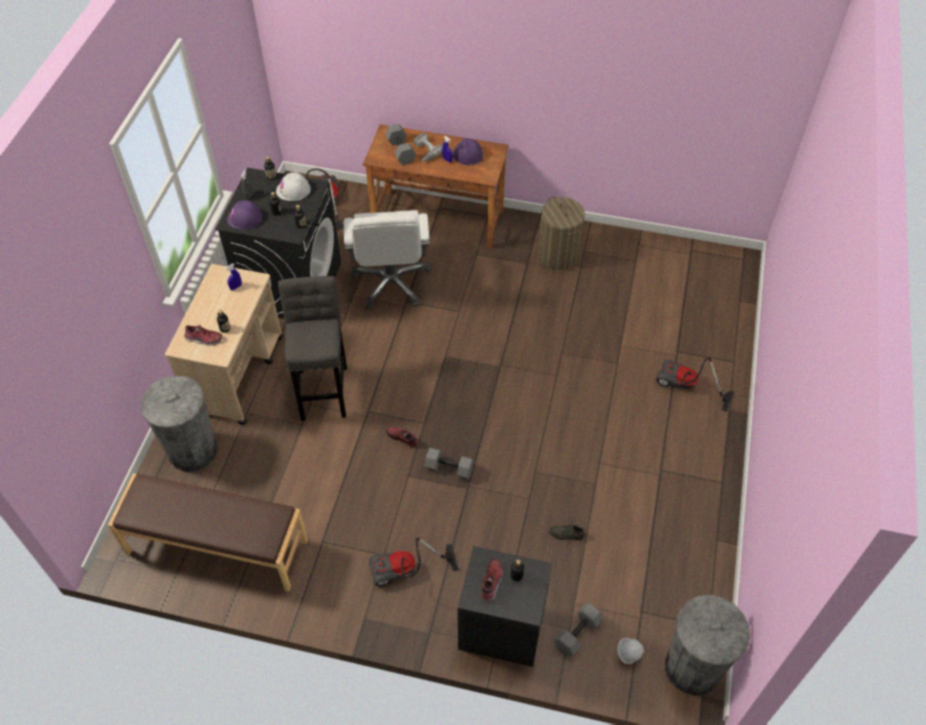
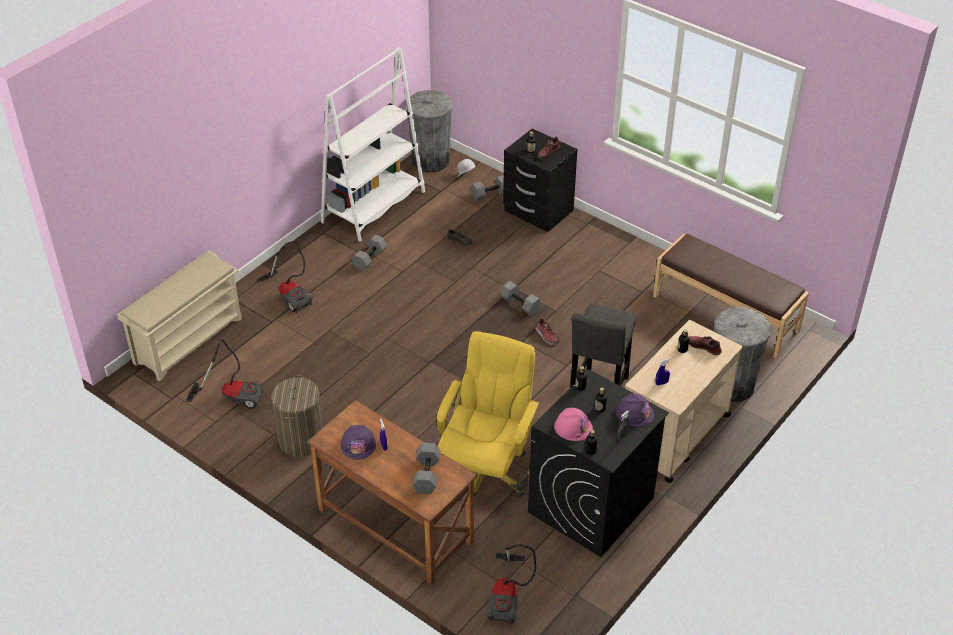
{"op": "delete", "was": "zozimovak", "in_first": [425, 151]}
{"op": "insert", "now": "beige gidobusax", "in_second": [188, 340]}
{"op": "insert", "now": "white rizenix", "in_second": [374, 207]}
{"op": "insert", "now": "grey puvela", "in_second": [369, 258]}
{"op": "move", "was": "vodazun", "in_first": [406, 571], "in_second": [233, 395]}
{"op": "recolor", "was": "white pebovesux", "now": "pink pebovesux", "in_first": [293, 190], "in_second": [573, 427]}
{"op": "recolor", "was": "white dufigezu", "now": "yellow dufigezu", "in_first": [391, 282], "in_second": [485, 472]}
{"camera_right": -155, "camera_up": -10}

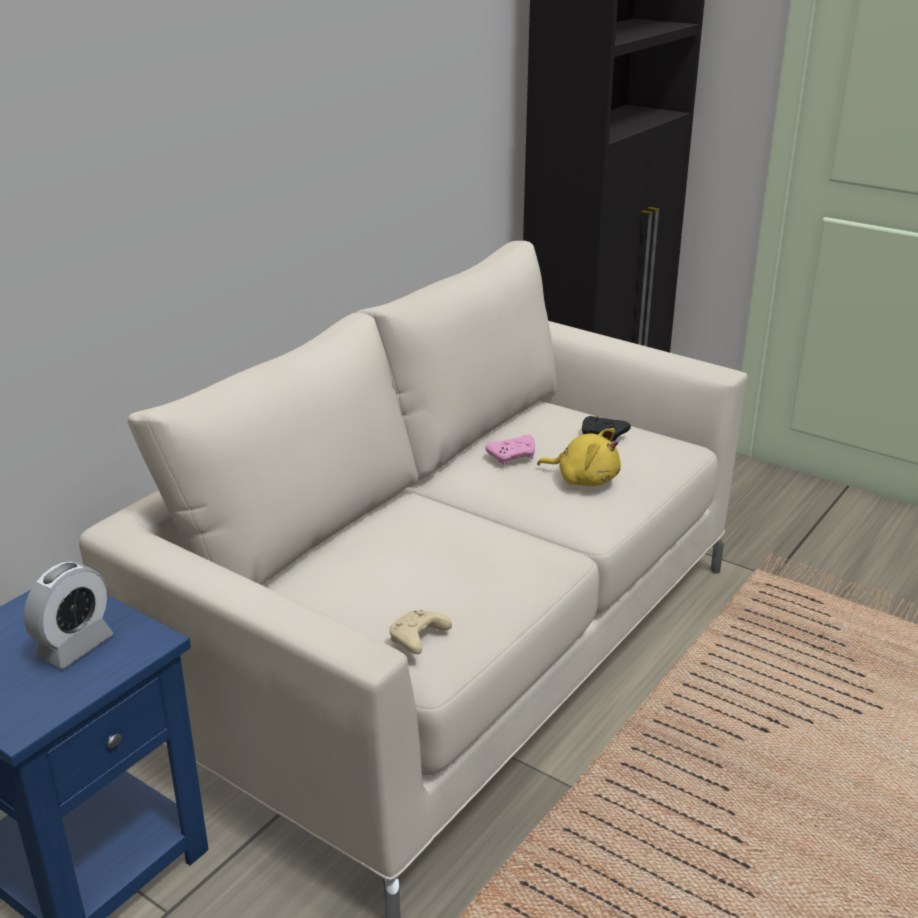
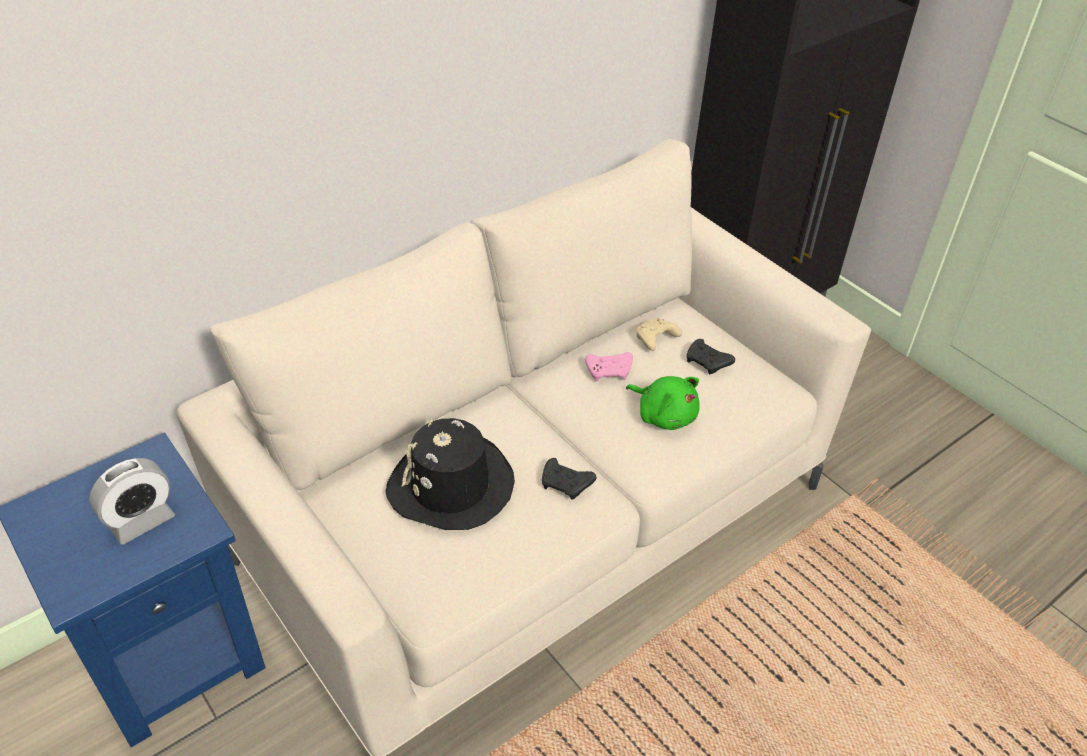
{"op": "insert", "now": "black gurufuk", "in_second": [450, 486]}
{"op": "insert", "now": "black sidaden", "in_second": [566, 484]}
{"op": "move", "was": "beige sidaden", "in_first": [418, 640], "in_second": [655, 340]}
{"op": "recolor", "was": "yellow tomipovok", "now": "green tomipovok", "in_first": [584, 479], "in_second": [664, 415]}
{"camera_right": 15, "camera_up": 15}

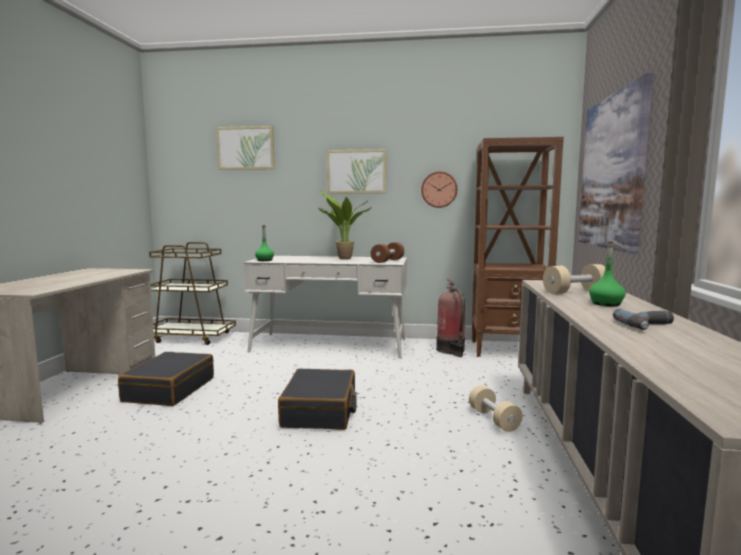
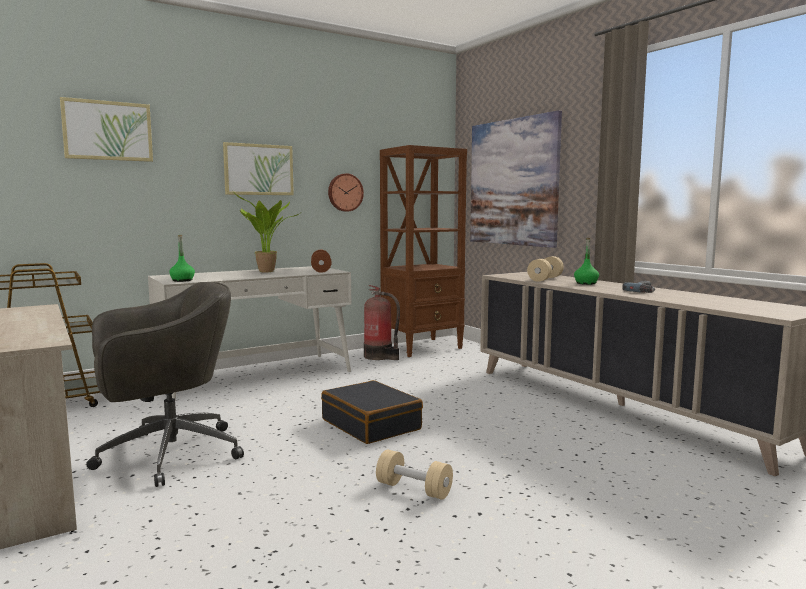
{"op": "move", "was": "beige puvela", "in_first": [494, 419], "in_second": [414, 489]}
{"op": "replace", "was": "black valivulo", "now": "grey dufigezu", "in_first": [169, 389], "in_second": [166, 455]}
{"camera_right": -40, "camera_up": 0}

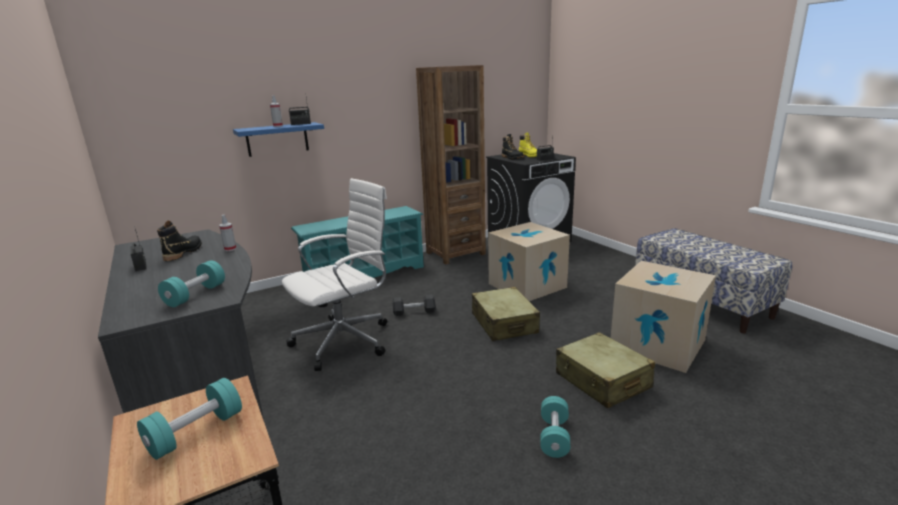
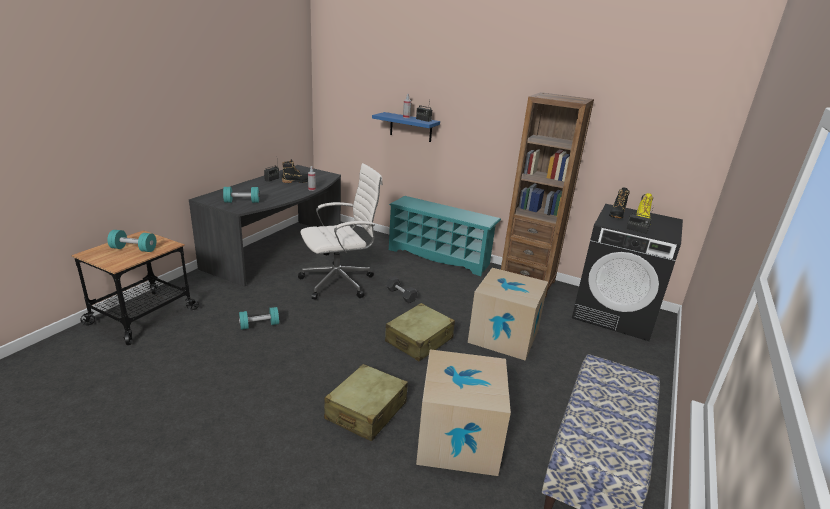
{"op": "move", "was": "turquoise puvela", "in_first": [554, 436], "in_second": [259, 325]}
{"op": "rotate", "was": "white dufigezu", "in_first": [346, 340], "in_second": [339, 282], "clockwise": -45}
{"camera_right": 55, "camera_up": 5}

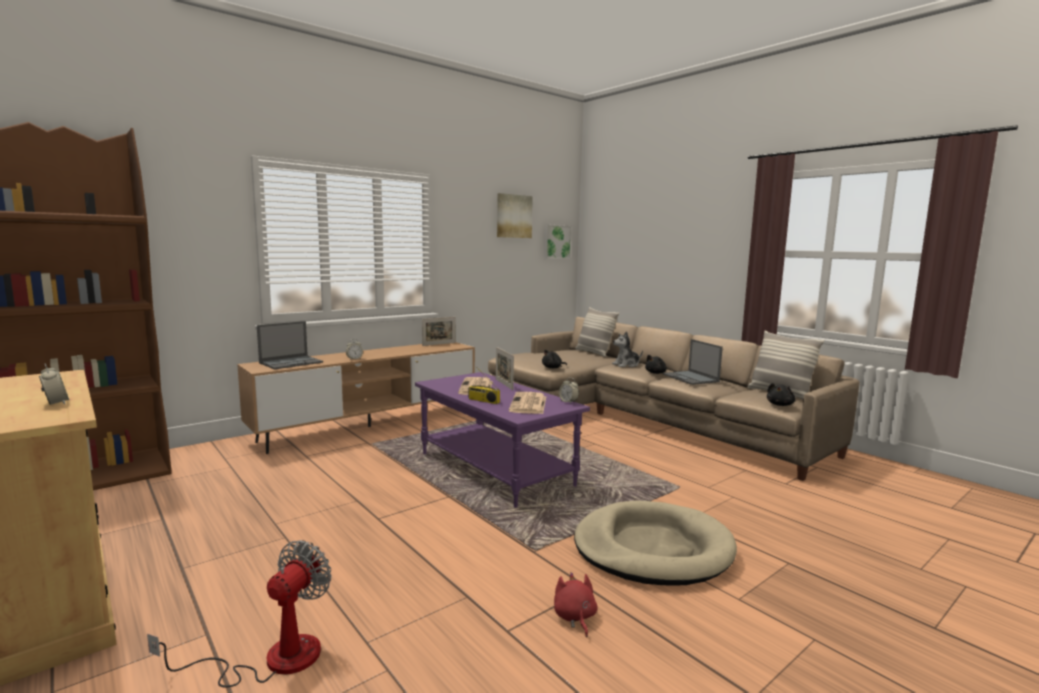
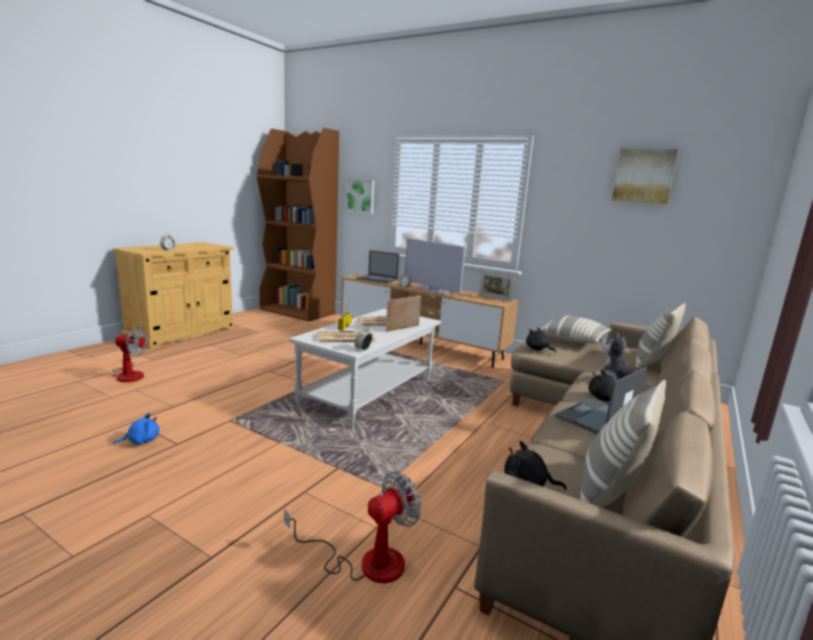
{"op": "delete", "was": "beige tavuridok", "in_first": [652, 548]}
{"op": "insert", "now": "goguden", "in_second": [366, 562]}
{"op": "insert", "now": "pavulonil", "in_second": [432, 290]}
{"op": "insert", "now": "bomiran", "in_second": [574, 340]}
{"op": "move", "was": "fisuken", "in_first": [556, 242], "in_second": [360, 196]}
{"op": "recolor", "was": "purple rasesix", "now": "white rasesix", "in_first": [496, 469], "in_second": [369, 393]}
{"op": "recolor", "was": "red tomipovok", "now": "blue tomipovok", "in_first": [575, 617], "in_second": [141, 441]}
{"camera_right": 70, "camera_up": 5}

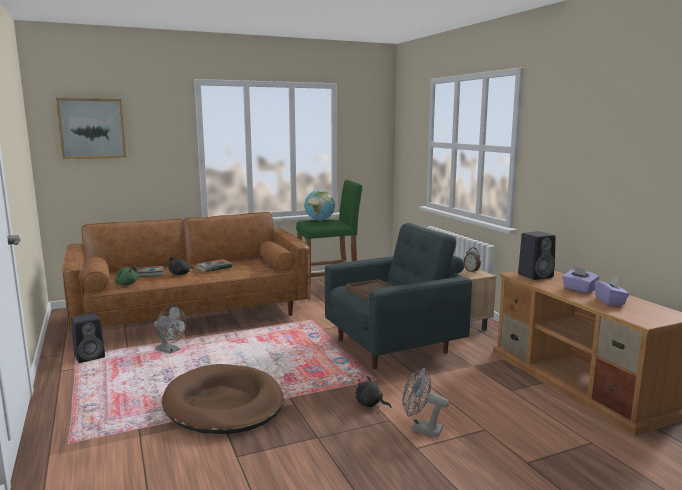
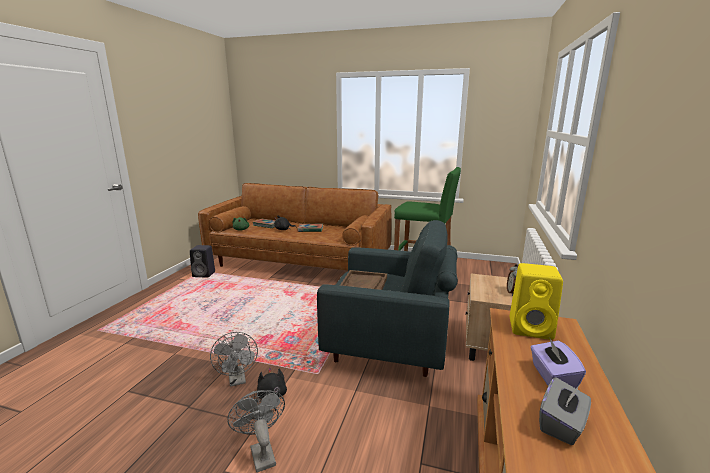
{"op": "delete", "was": "fisuken", "in_first": [92, 128]}
{"op": "delete", "was": "brown tavuridok", "in_first": [224, 404]}
{"op": "delete", "was": "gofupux", "in_first": [320, 220]}
{"op": "move", "was": "grey goguden", "in_first": [171, 350], "in_second": [237, 380]}
{"op": "recolor", "was": "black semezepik", "now": "yellow semezepik", "in_first": [536, 275], "in_second": [532, 328]}
{"op": "recolor", "was": "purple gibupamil", "now": "grey gibupamil", "in_first": [610, 301], "in_second": [562, 425]}
{"camera_right": 40, "camera_up": 5}

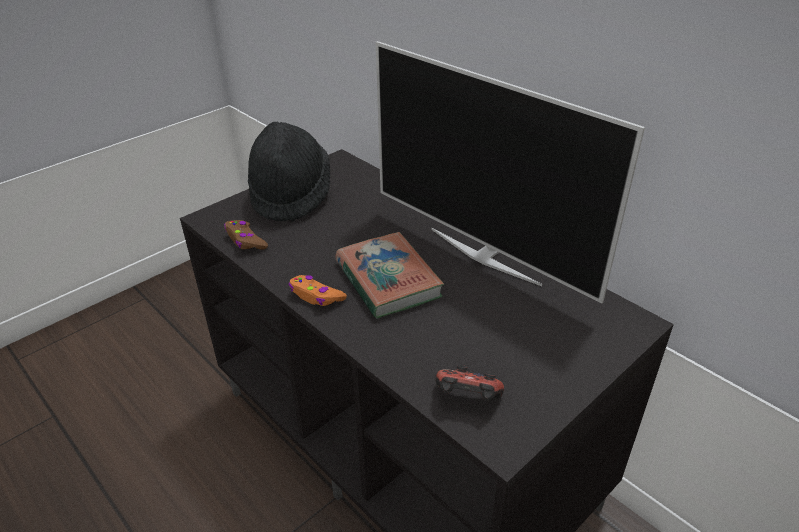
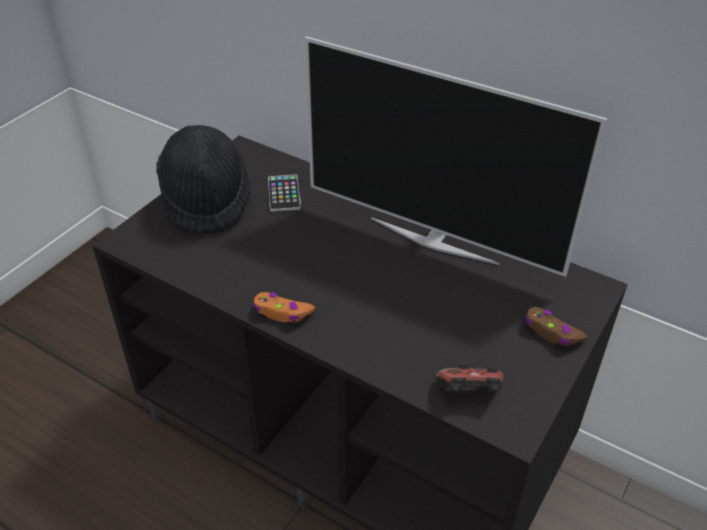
{"op": "delete", "was": "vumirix", "in_first": [387, 280]}
{"op": "insert", "now": "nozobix", "in_second": [284, 194]}
{"op": "move", "was": "brown sidaden", "in_first": [245, 240], "in_second": [552, 332]}
{"camera_right": -15, "camera_up": 5}

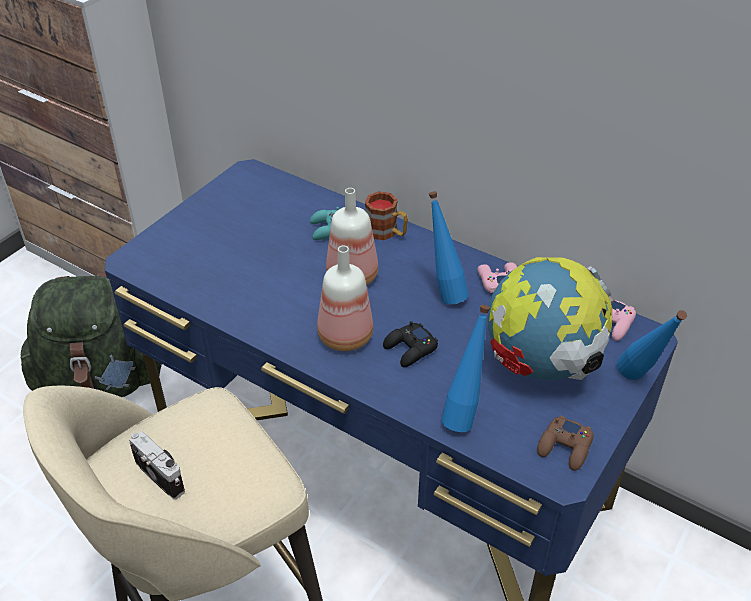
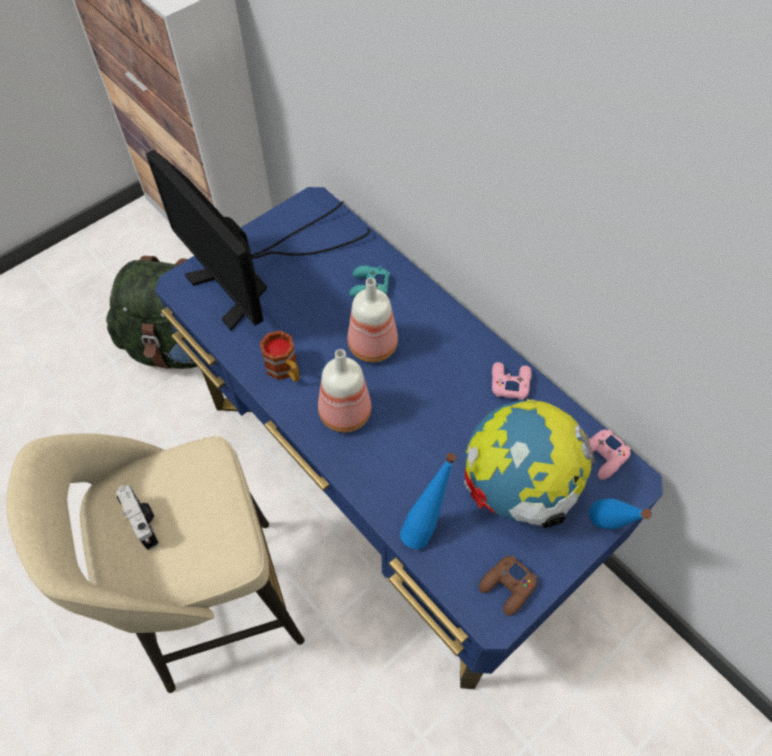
{"op": "delete", "was": "black sidaden", "in_first": [410, 349]}
{"op": "delete", "was": "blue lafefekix", "in_first": [444, 292]}
{"op": "insert", "now": "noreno", "in_second": [253, 277]}
{"op": "move", "was": "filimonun", "in_first": [387, 232], "in_second": [285, 370]}
{"camera_right": 15, "camera_up": 15}

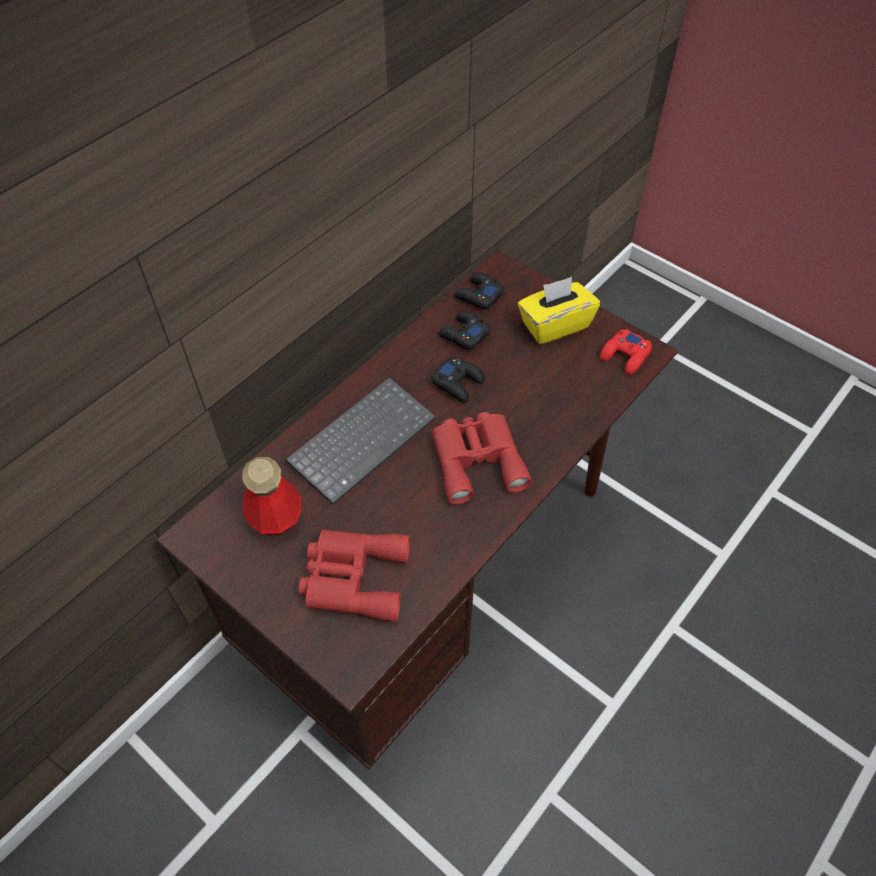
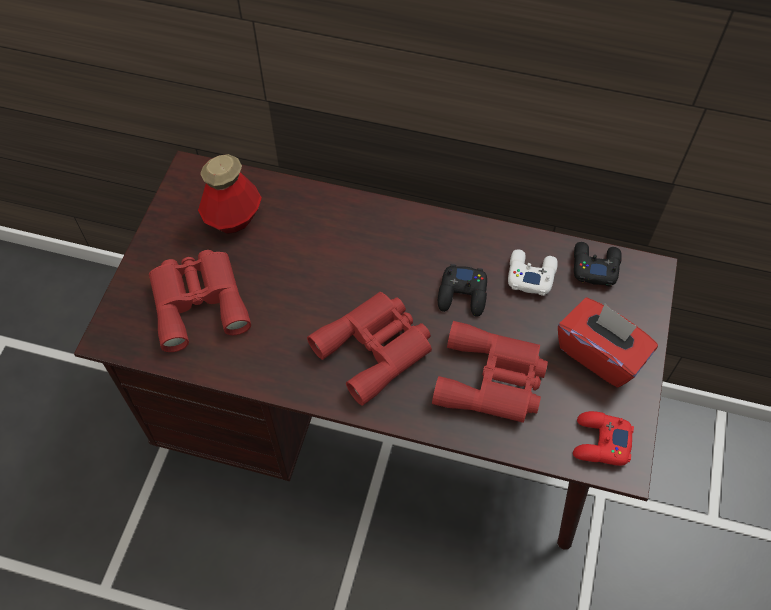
{"op": "delete", "was": "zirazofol", "in_first": [362, 439]}
{"op": "insert", "now": "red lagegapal", "in_second": [493, 380]}
{"op": "recolor", "was": "black sidaden", "now": "white sidaden", "in_first": [464, 335], "in_second": [530, 274]}
{"op": "recolor", "was": "yellow gibupamil", "now": "red gibupamil", "in_first": [554, 325], "in_second": [600, 354]}
{"camera_right": 65, "camera_up": 5}

